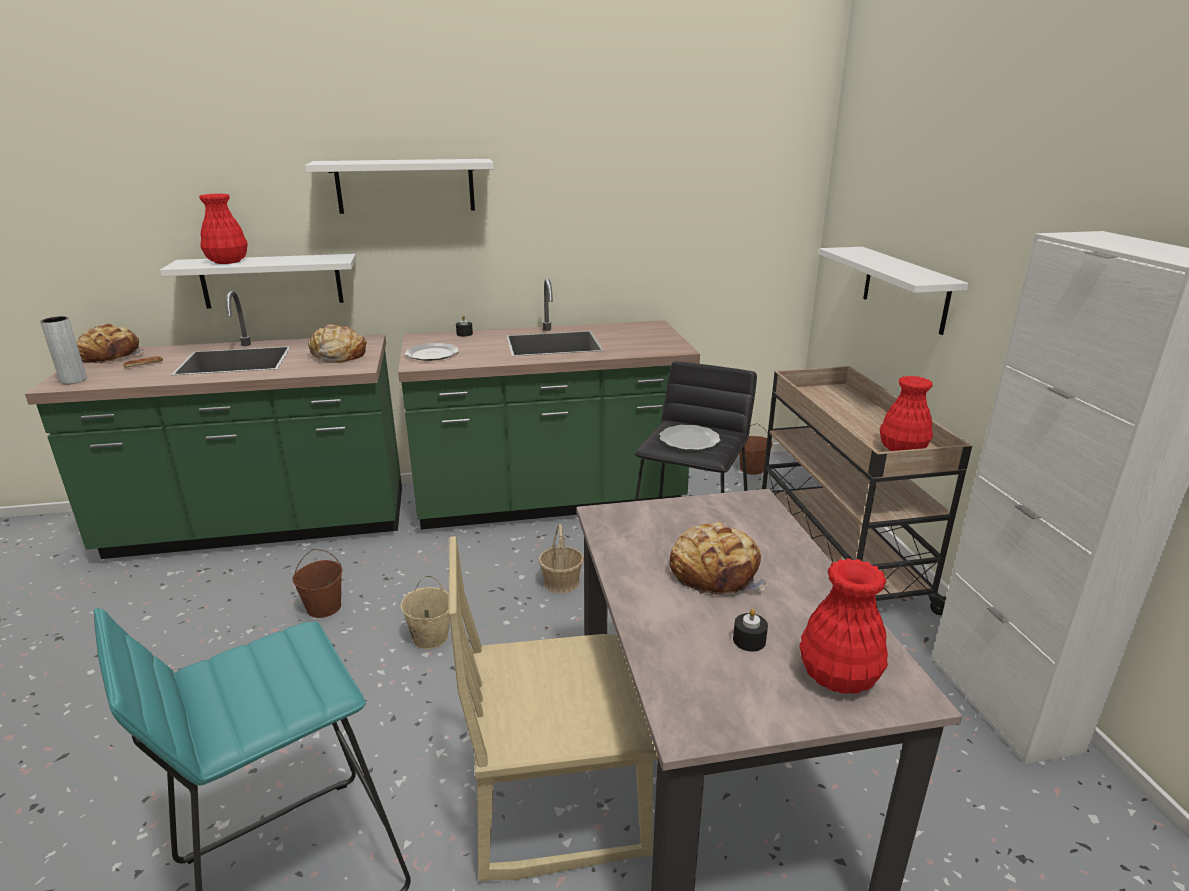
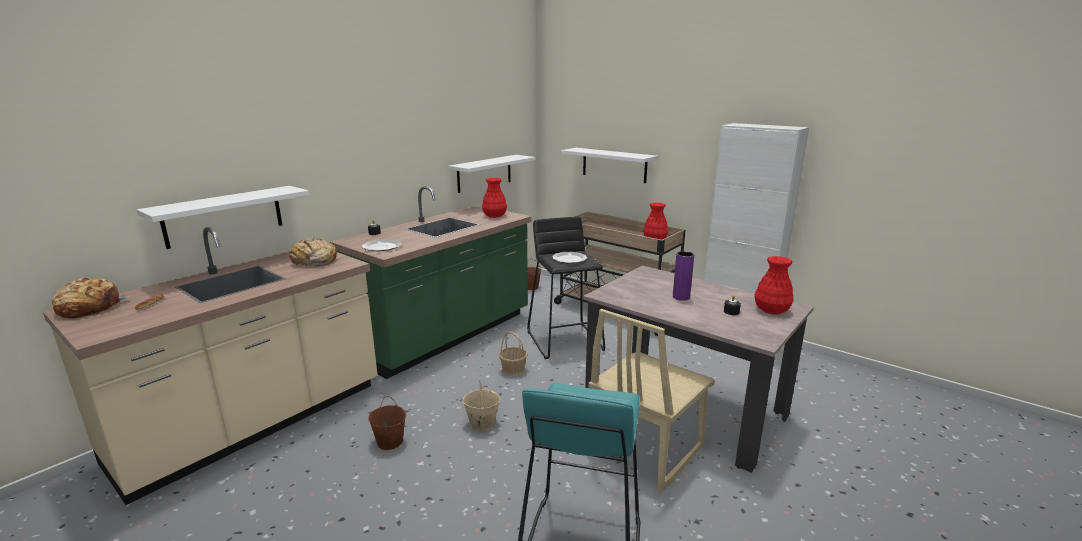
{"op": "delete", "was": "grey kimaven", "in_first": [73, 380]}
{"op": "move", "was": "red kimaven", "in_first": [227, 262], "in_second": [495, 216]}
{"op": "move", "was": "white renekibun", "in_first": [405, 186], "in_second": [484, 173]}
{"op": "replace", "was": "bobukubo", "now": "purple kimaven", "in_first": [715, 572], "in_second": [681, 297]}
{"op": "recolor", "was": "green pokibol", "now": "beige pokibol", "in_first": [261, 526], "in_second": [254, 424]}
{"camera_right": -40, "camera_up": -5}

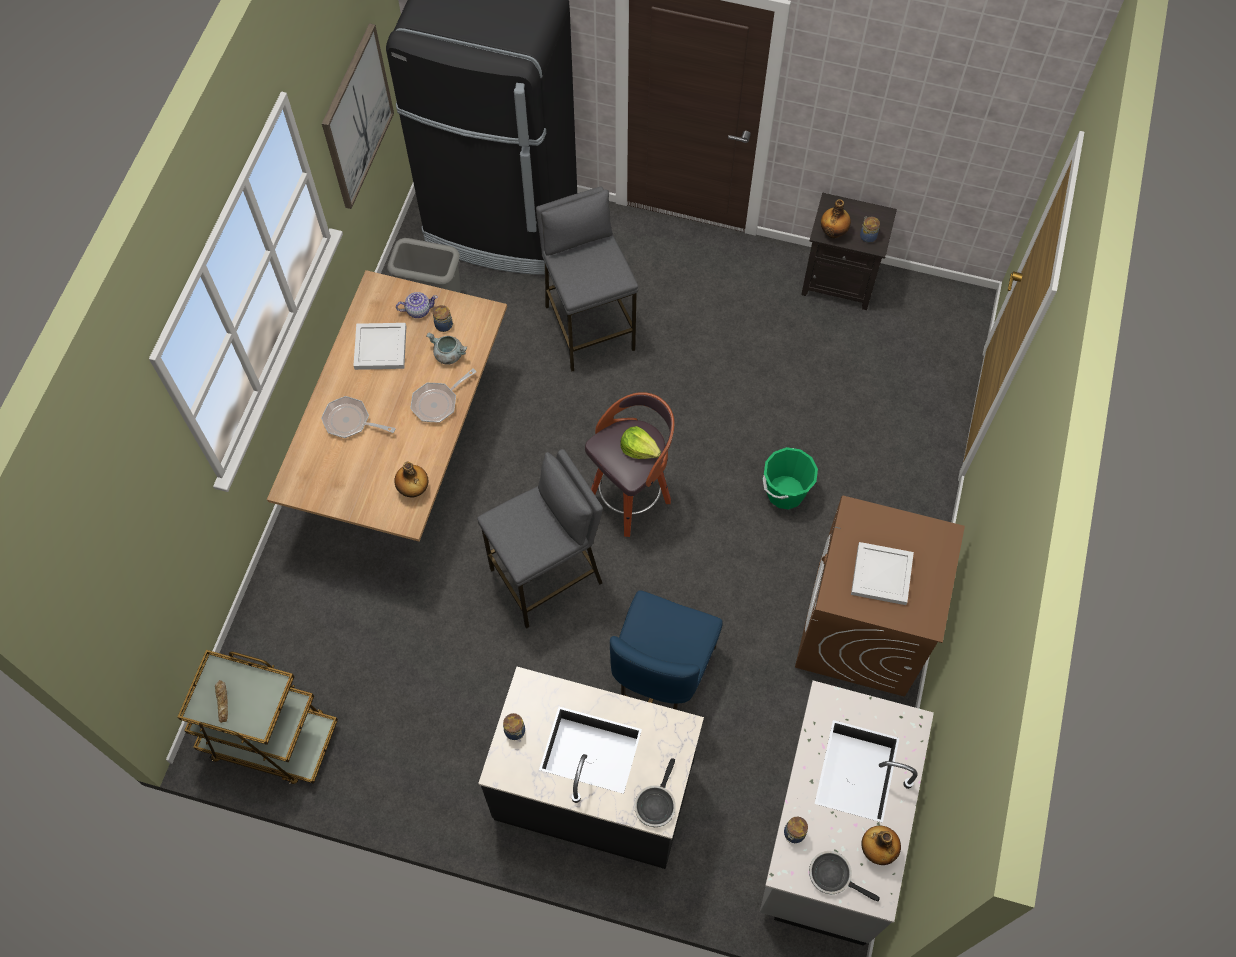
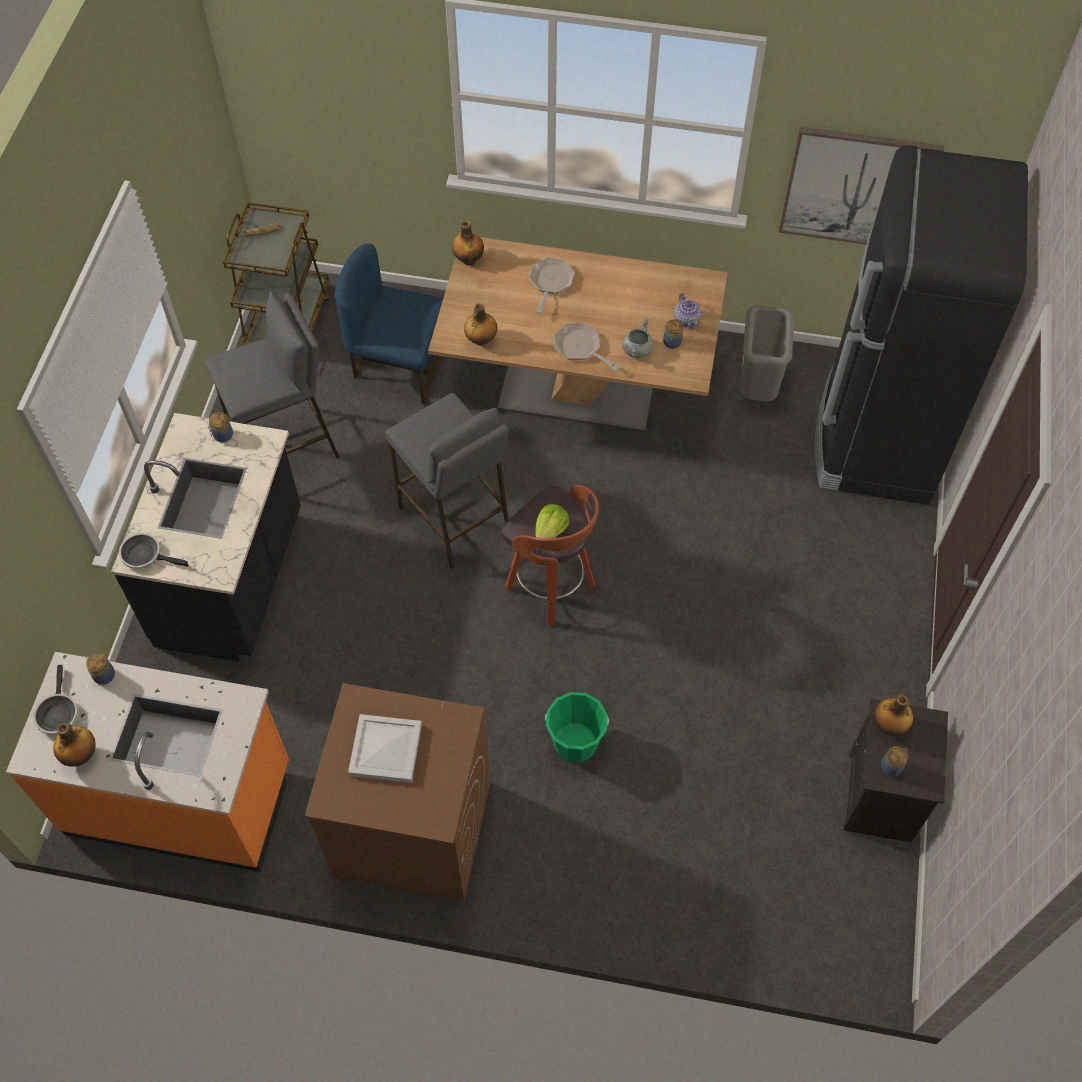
{"op": "delete", "was": "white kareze", "in_first": [380, 347]}
{"op": "insert", "now": "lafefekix", "in_second": [469, 259]}
{"op": "move", "was": "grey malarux", "in_first": [589, 327], "in_second": [286, 448]}
{"op": "move", "was": "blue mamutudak", "in_first": [661, 670], "in_second": [399, 365]}
{"op": "recolor", "was": "grey pokibol", "now": "orange pokibol", "in_first": [828, 834], "in_second": [180, 797]}
{"op": "rotate", "was": "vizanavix", "in_first": [833, 875], "in_second": [58, 713], "clockwise": 150}
{"camera_right": 85, "camera_up": -5}

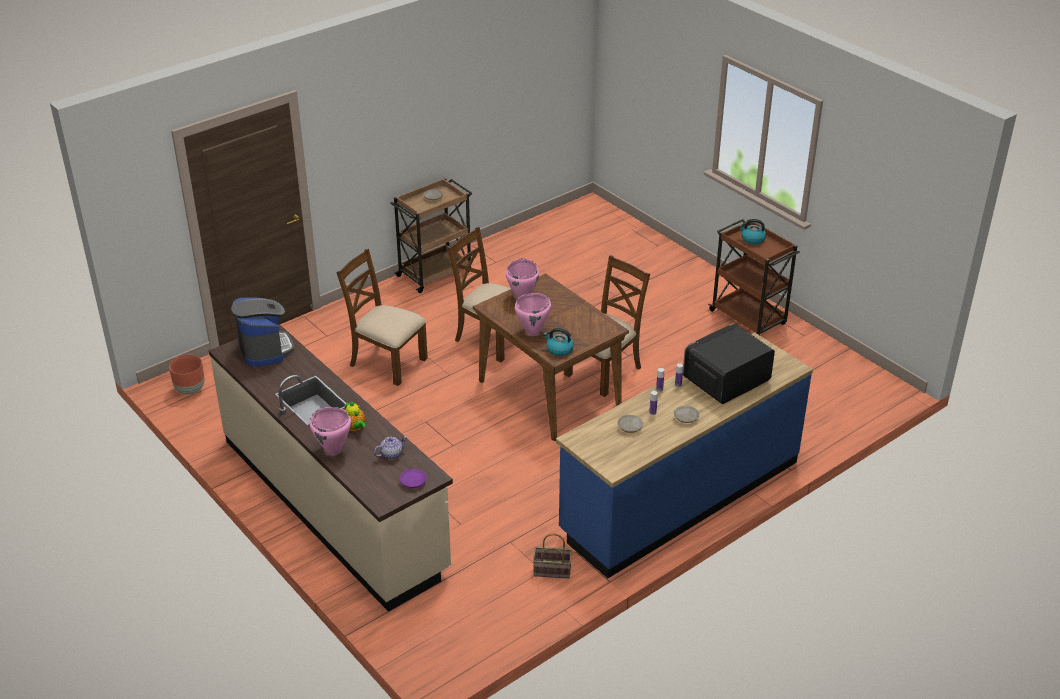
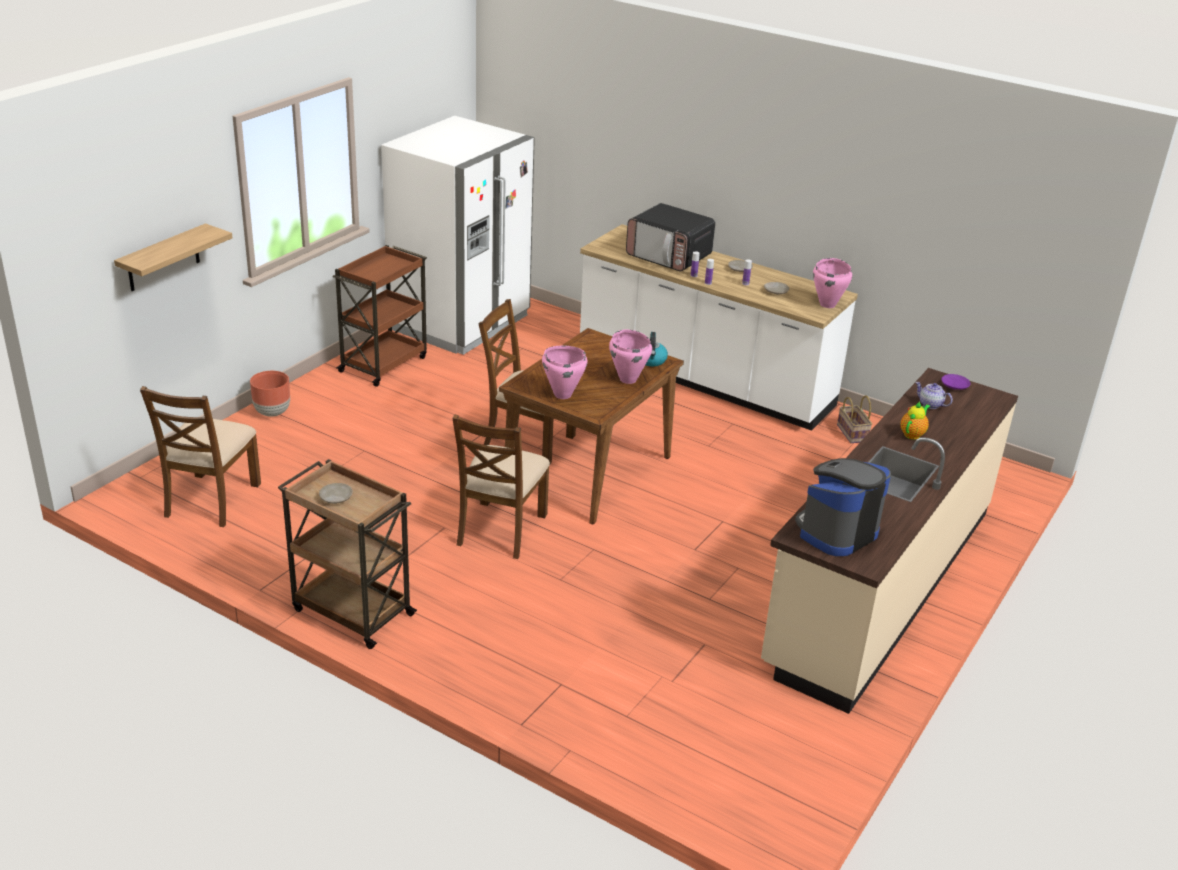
{"op": "delete", "was": "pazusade", "in_first": [752, 239]}
{"op": "insert", "now": "renekibun", "in_second": [163, 258]}
{"op": "insert", "now": "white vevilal", "in_second": [460, 323]}
{"op": "move", "was": "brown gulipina", "in_first": [190, 390], "in_second": [272, 412]}
{"op": "move", "was": "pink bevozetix", "in_first": [333, 450], "in_second": [828, 304]}
{"op": "move", "was": "brown mamutudak", "in_first": [387, 362], "in_second": [211, 500]}
{"op": "recolor", "was": "blue pokibol", "now": "white pokibol", "in_first": [680, 497], "in_second": [703, 380]}
{"camera_right": -110, "camera_up": -5}

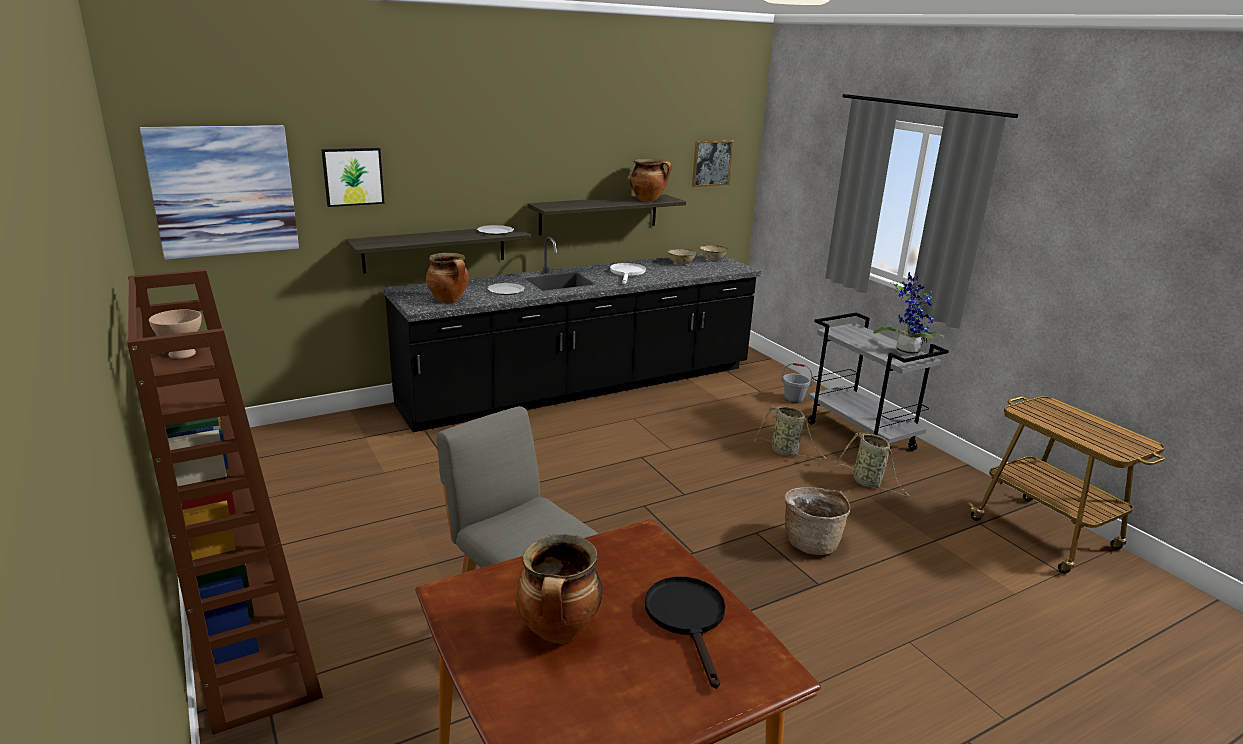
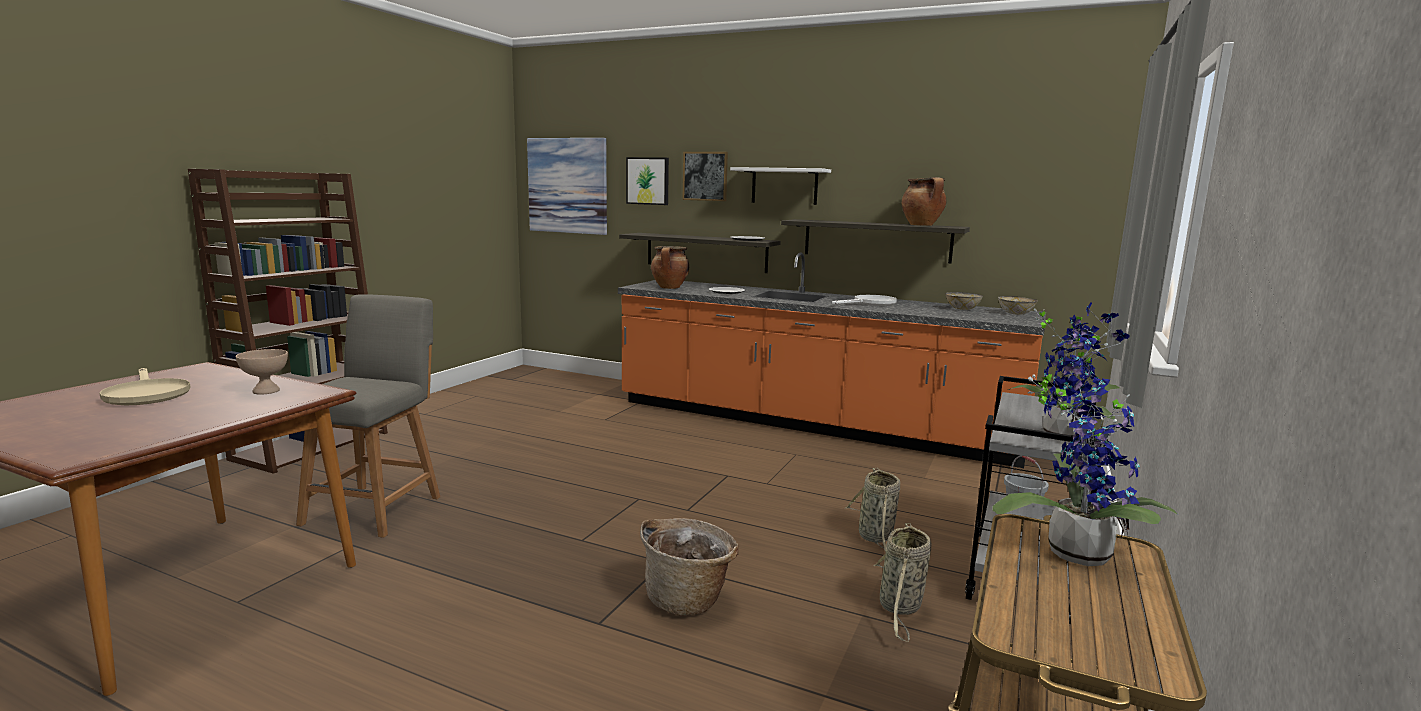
{"op": "delete", "was": "black vizanavix", "in_first": [688, 619]}
{"op": "insert", "now": "white renekibun", "in_second": [784, 186]}
{"op": "insert", "now": "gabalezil", "in_second": [1072, 550]}
{"op": "move", "was": "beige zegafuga", "in_first": [183, 354], "in_second": [267, 391]}
{"op": "move", "was": "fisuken", "in_first": [711, 163], "in_second": [705, 176]}
{"op": "replace", "was": "bevozetix", "now": "beige vizanavix", "in_first": [559, 632], "in_second": [146, 394]}
{"op": "recolor", "was": "black pokibol", "now": "orange pokibol", "in_first": [582, 388], "in_second": [811, 423]}
{"camera_right": 55, "camera_up": -10}

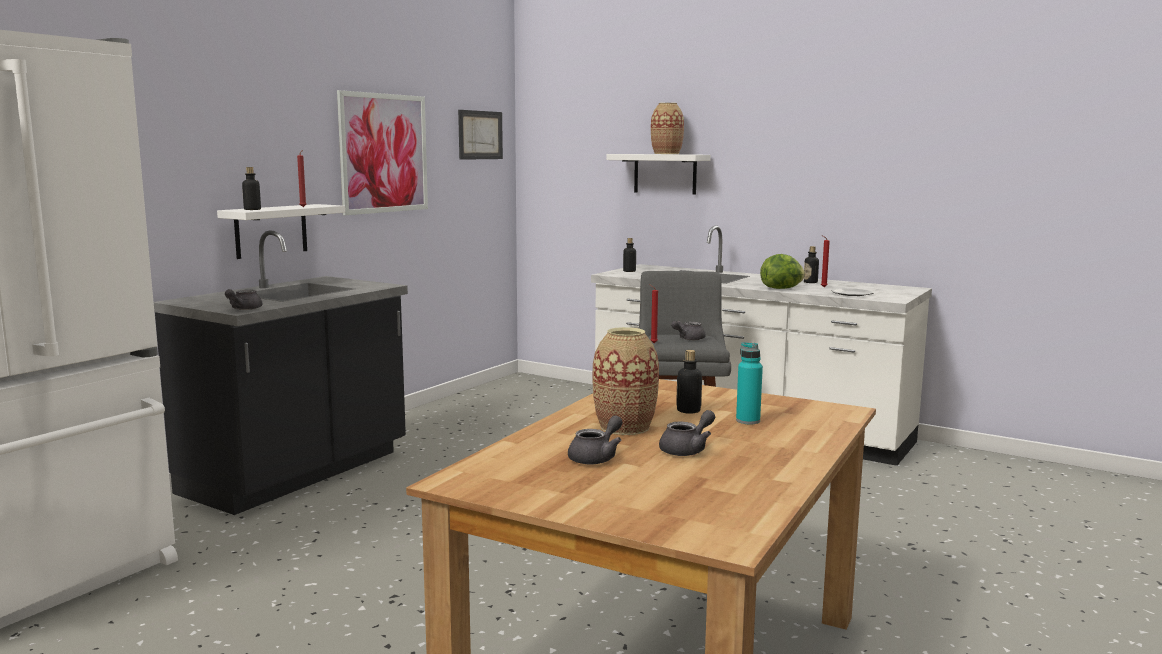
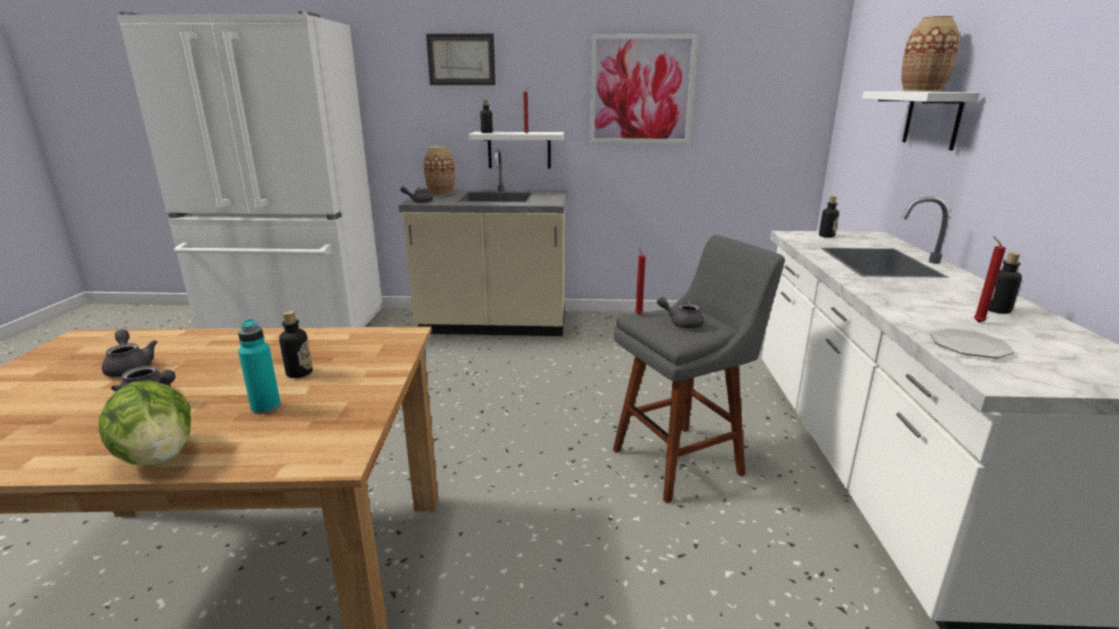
{"op": "move", "was": "fisuken", "in_first": [480, 135], "in_second": [461, 59]}
{"op": "move", "was": "kimaven", "in_first": [624, 427], "in_second": [441, 193]}
{"op": "move", "was": "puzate", "in_first": [782, 288], "in_second": [158, 456]}
{"op": "recolor", "was": "black pokibol", "now": "beige pokibol", "in_first": [298, 474], "in_second": [493, 325]}
{"op": "rotate", "was": "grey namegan", "in_first": [596, 458], "in_second": [130, 367], "clockwise": -135}
{"camera_right": 60, "camera_up": 10}

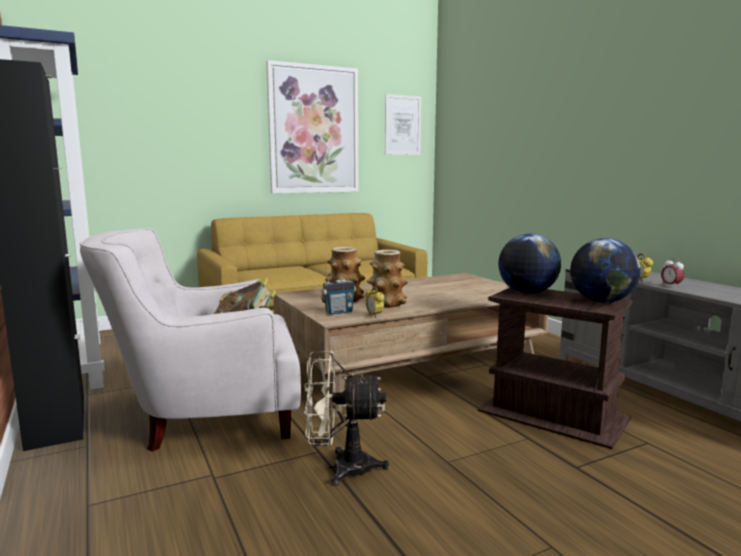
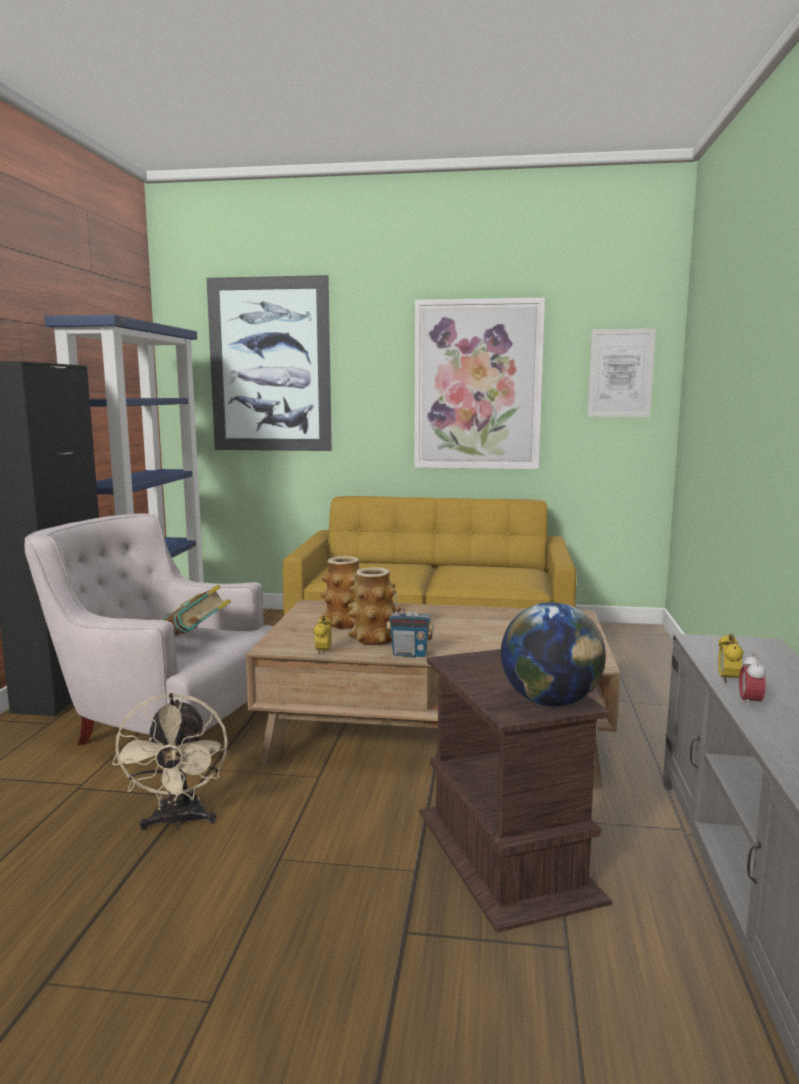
{"op": "delete", "was": "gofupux", "in_first": [527, 293]}
{"op": "insert", "now": "fisuken", "in_second": [270, 365]}
{"op": "move", "was": "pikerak", "in_first": [339, 312], "in_second": [410, 654]}
{"op": "rotate", "was": "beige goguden", "in_first": [341, 468], "in_second": [178, 821], "clockwise": -135}
{"camera_right": 35, "camera_up": 0}

